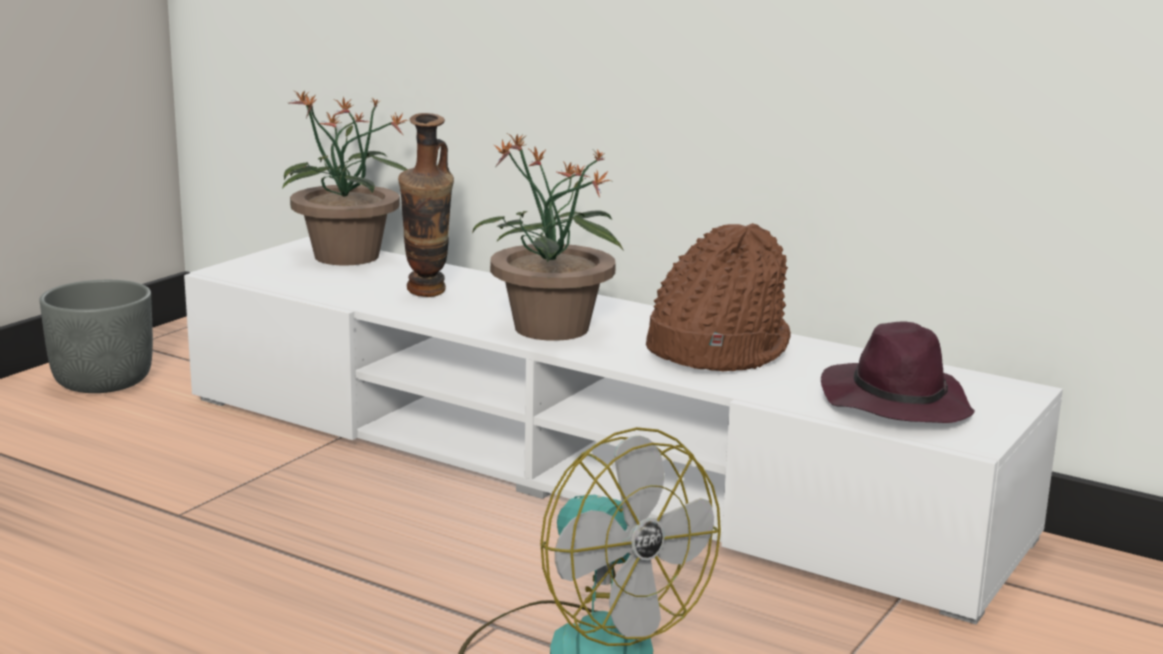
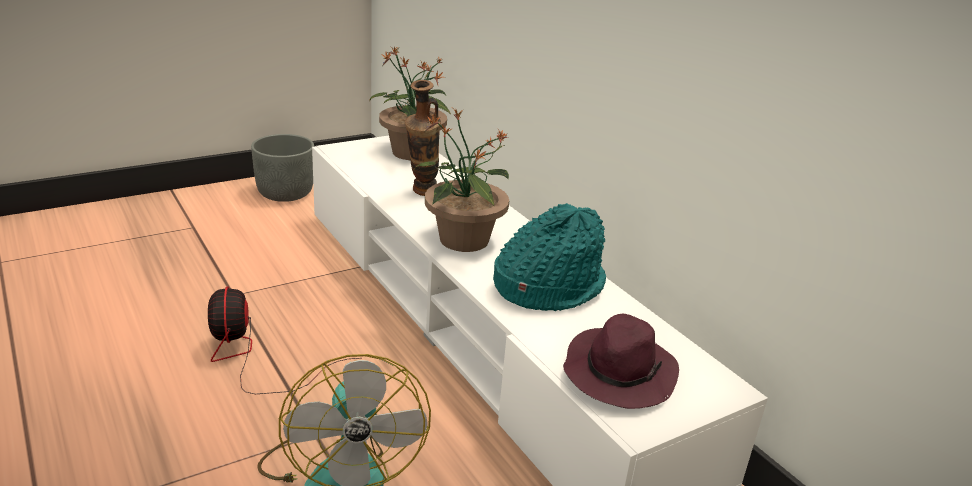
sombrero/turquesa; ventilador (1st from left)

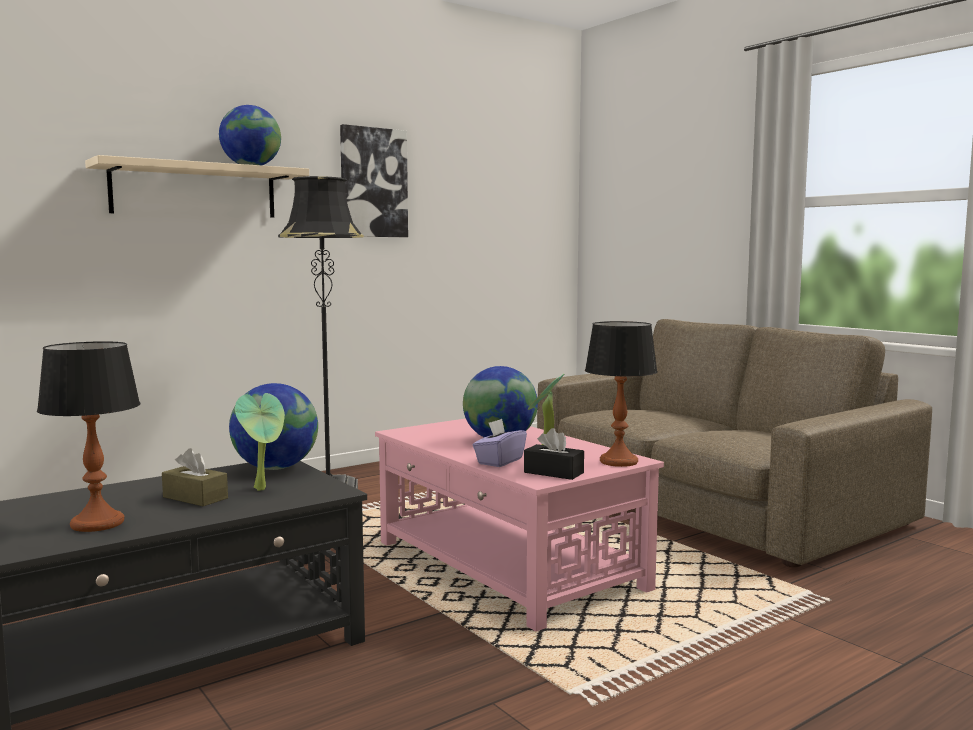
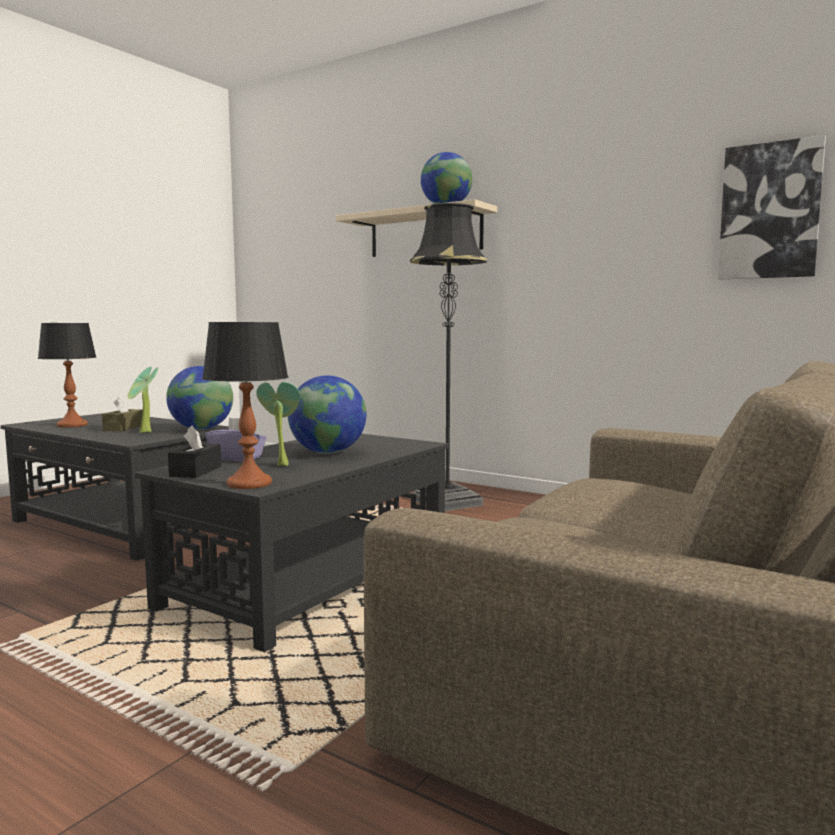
cuadro; mesa de centro/negro (2nd from left)

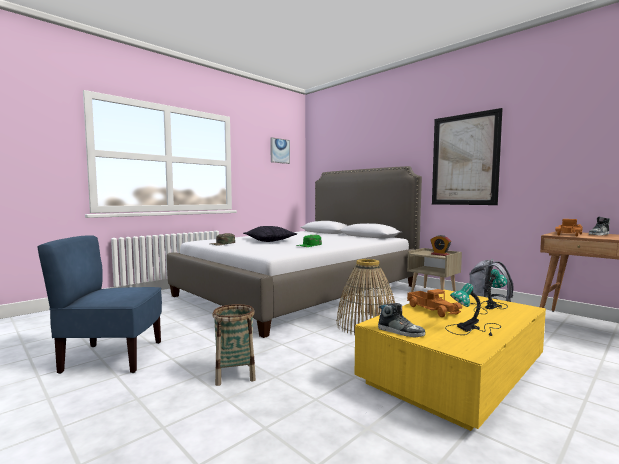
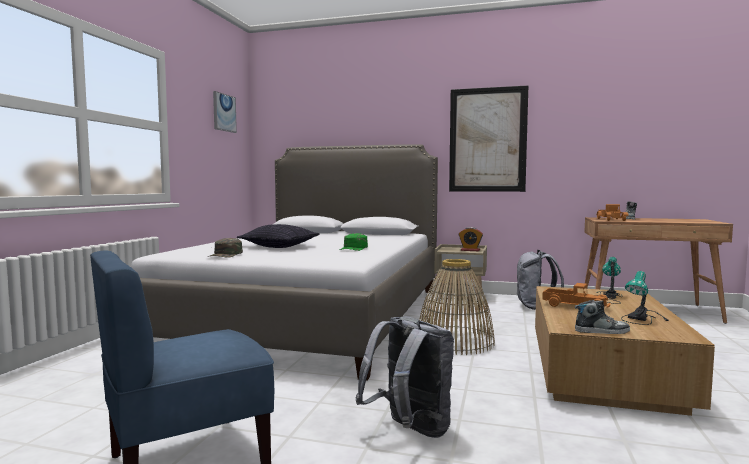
mesa de centro/marrón; mochila/gris (1st from left)

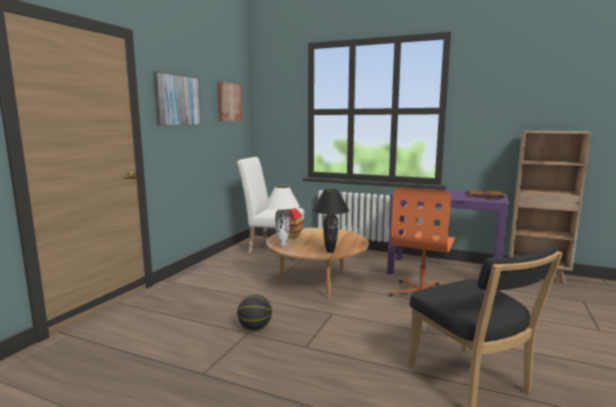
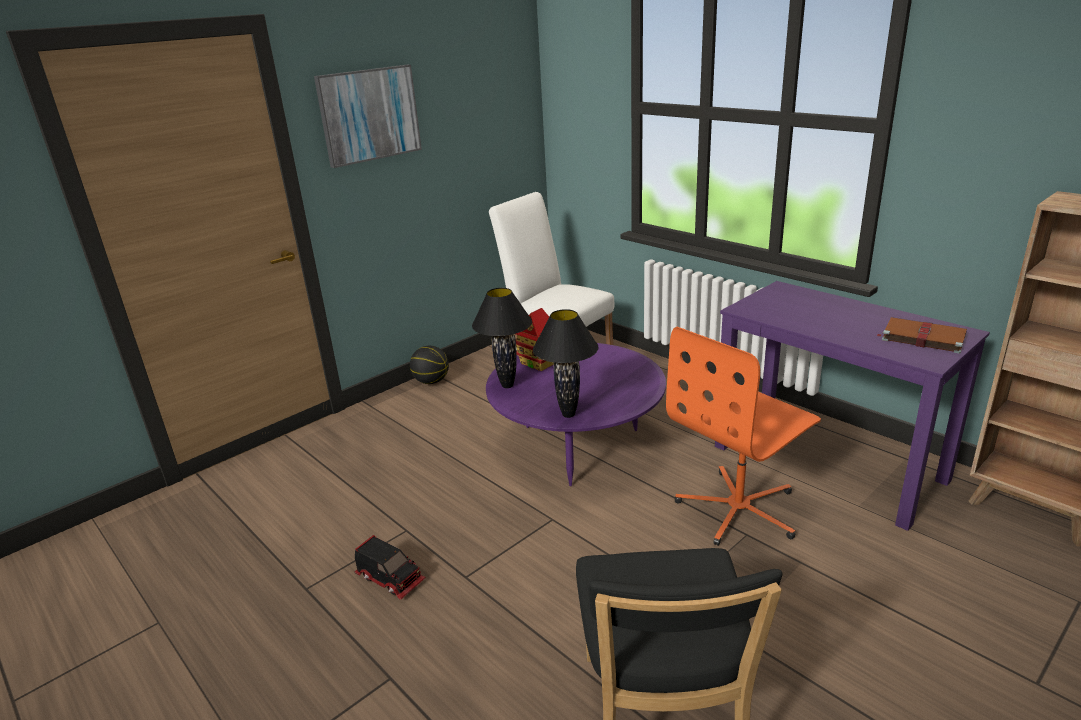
cuadro (2nd from left in the first image); lámpara de mesa/negro (1st from left); mesa de centro/morado; balón de baloncesto; camión de juguete

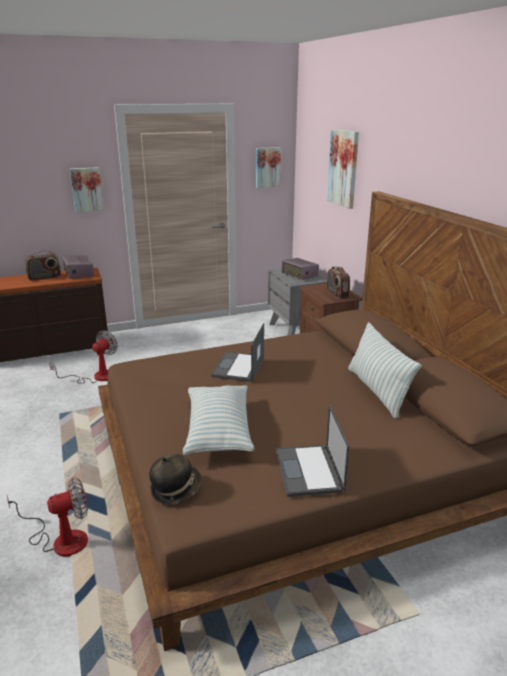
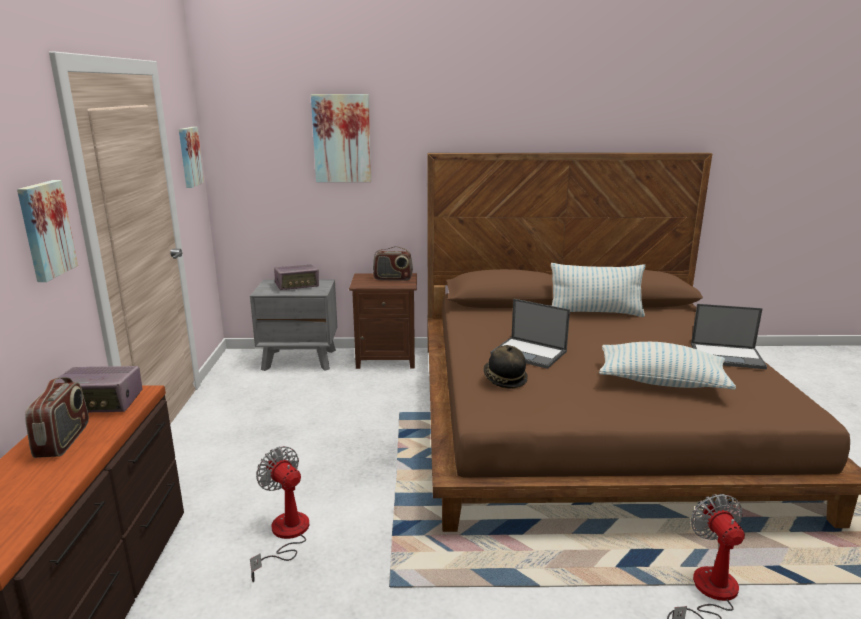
sombrero

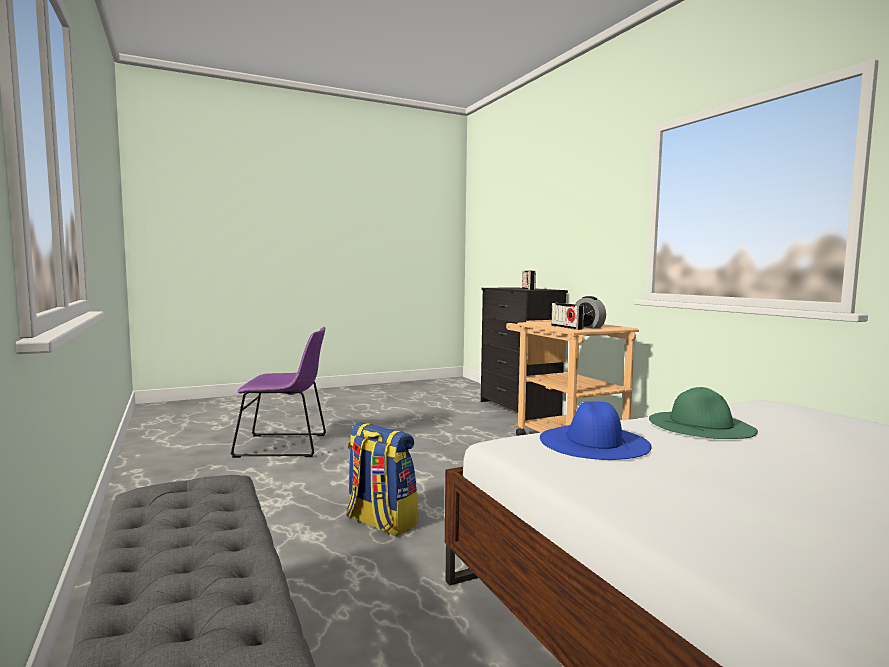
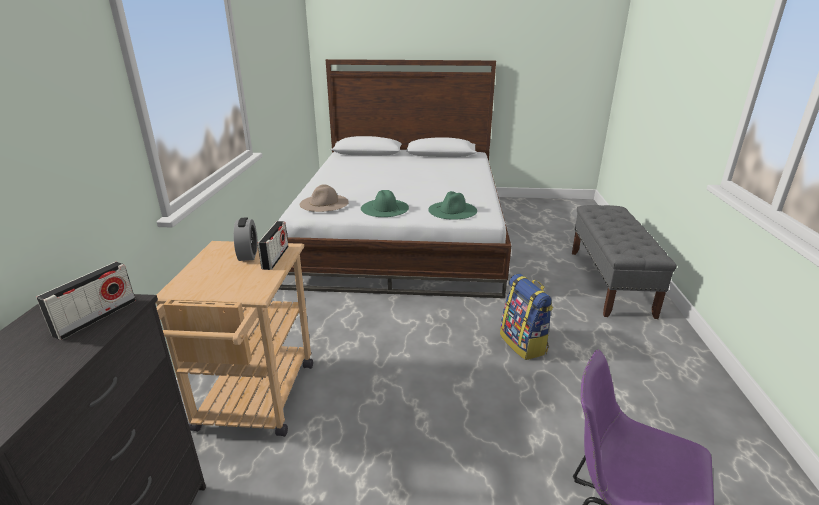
sombrero/verde (2nd from left); sombrero/beis

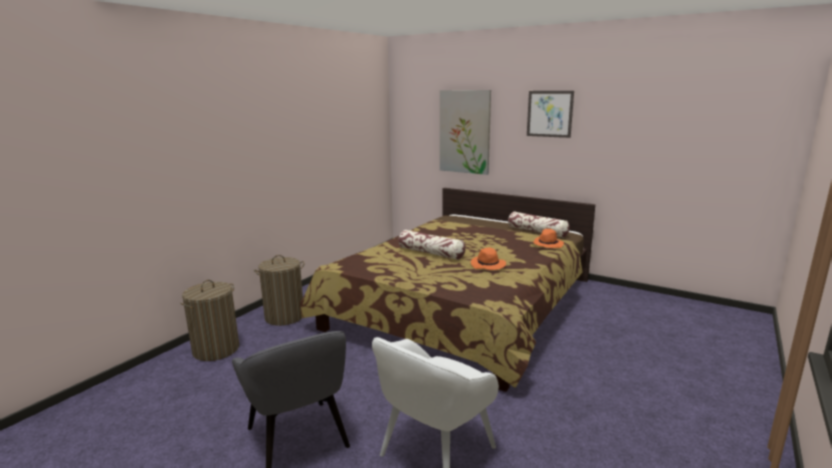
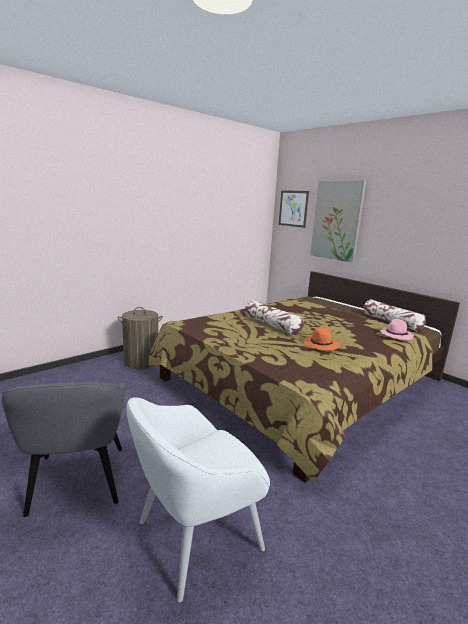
cuadro (1st from left); sombrero/rosa; cesto de la ropa (1st from left in the first image)

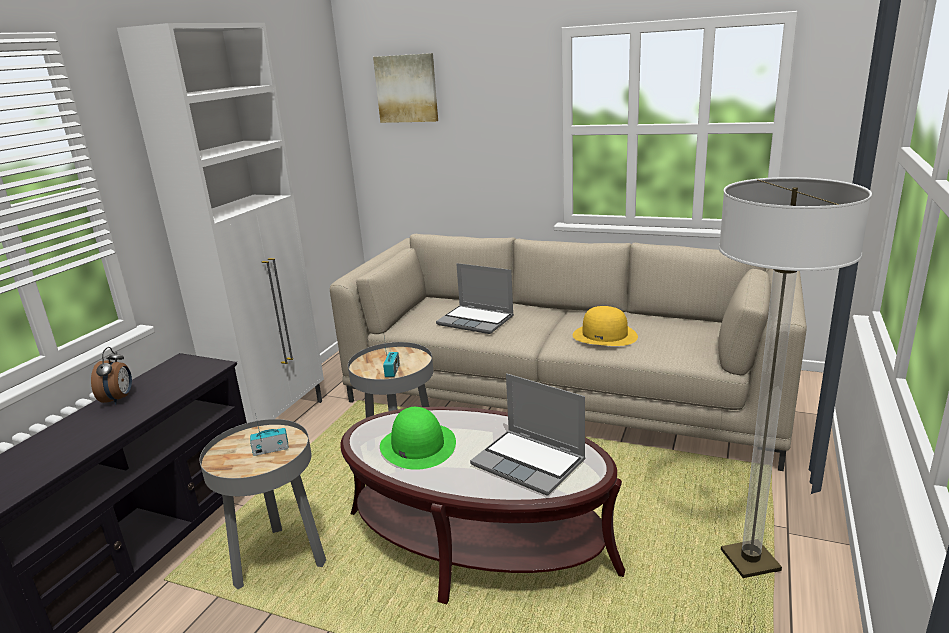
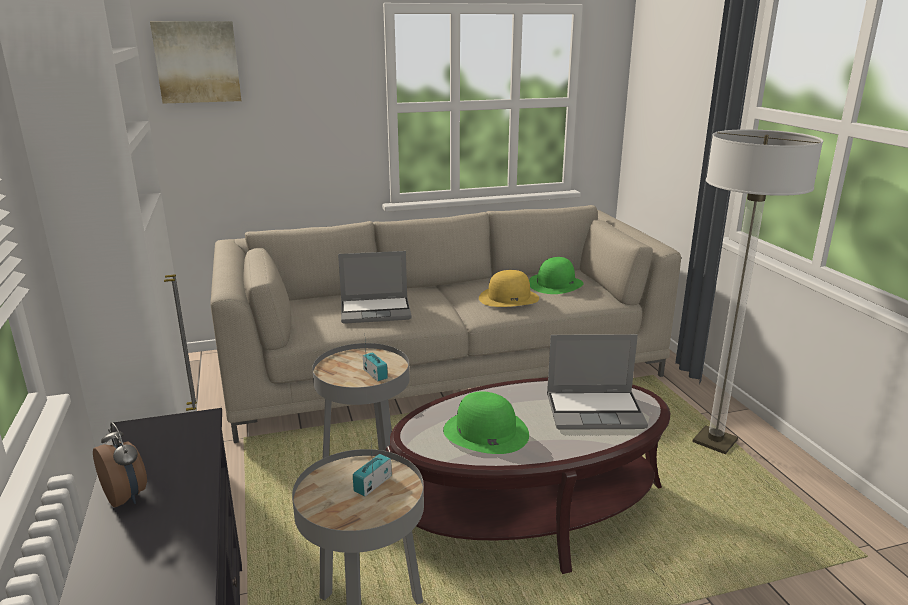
sombrero/verde (2nd from left)

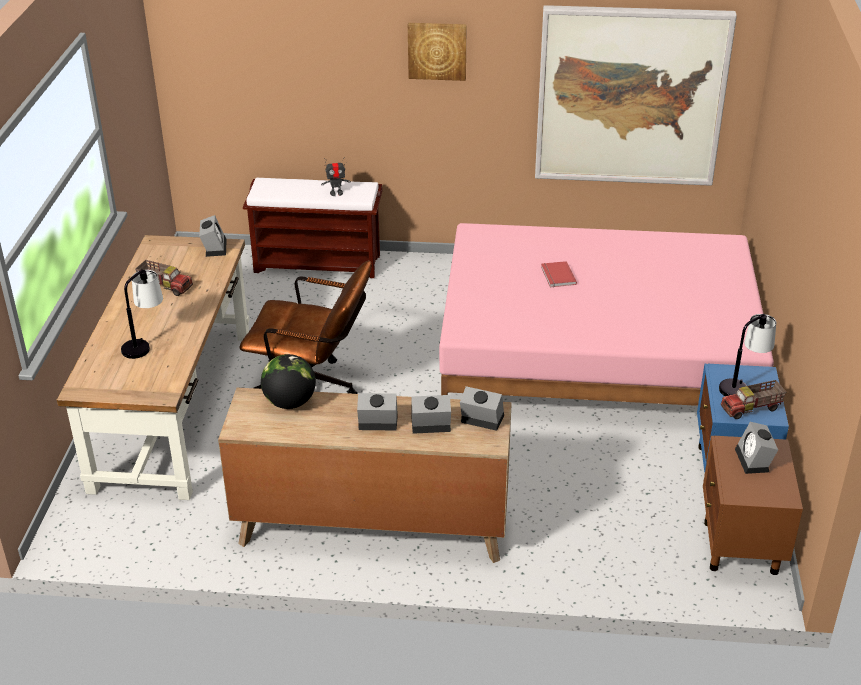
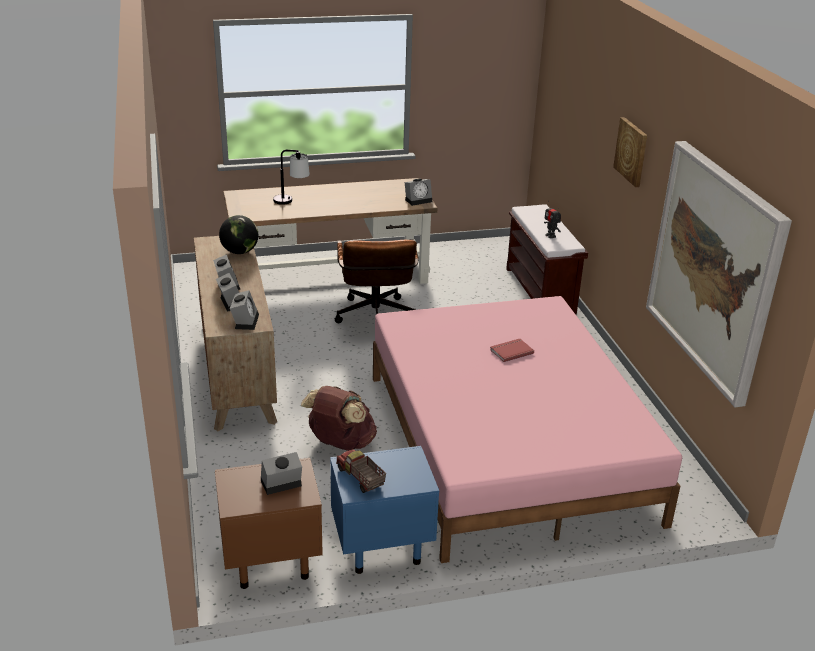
camión de juguete (1st from left in the first image); lámpara de mesa (2nd from left in the first image); mochila/marrón

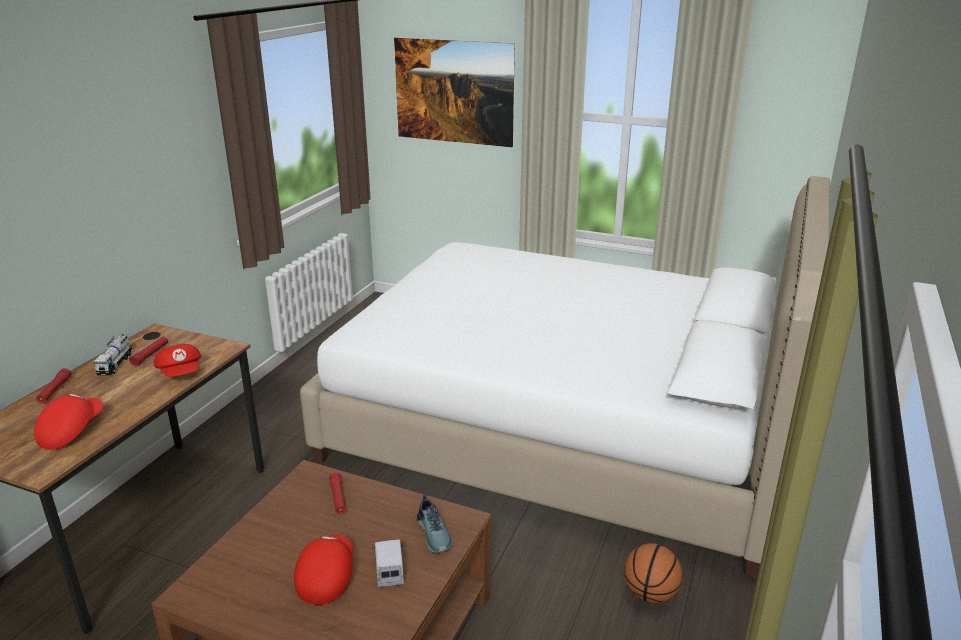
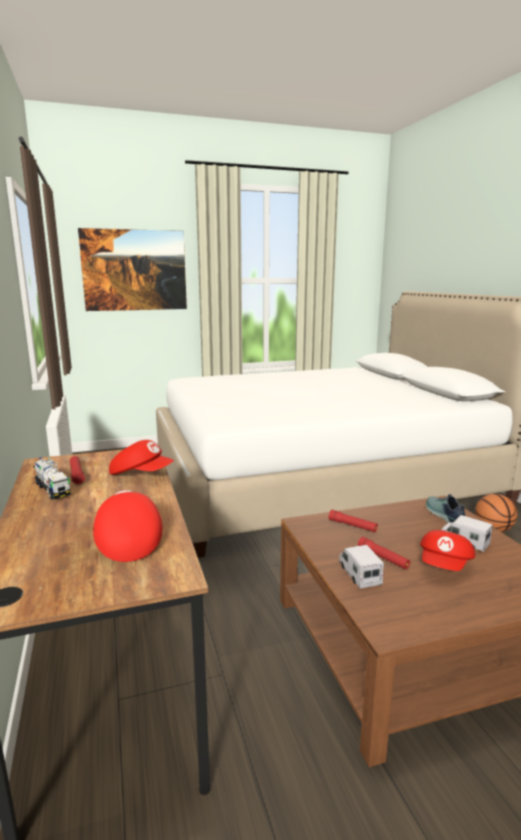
linterna/rojo (3rd from left); zapato; gorra/rojo (3rd from left); camión de juguete (2nd from left)

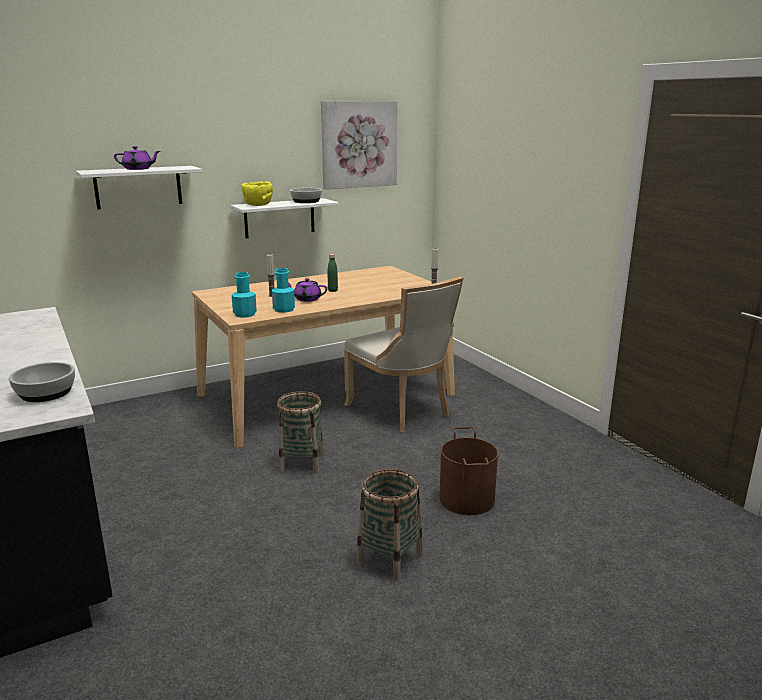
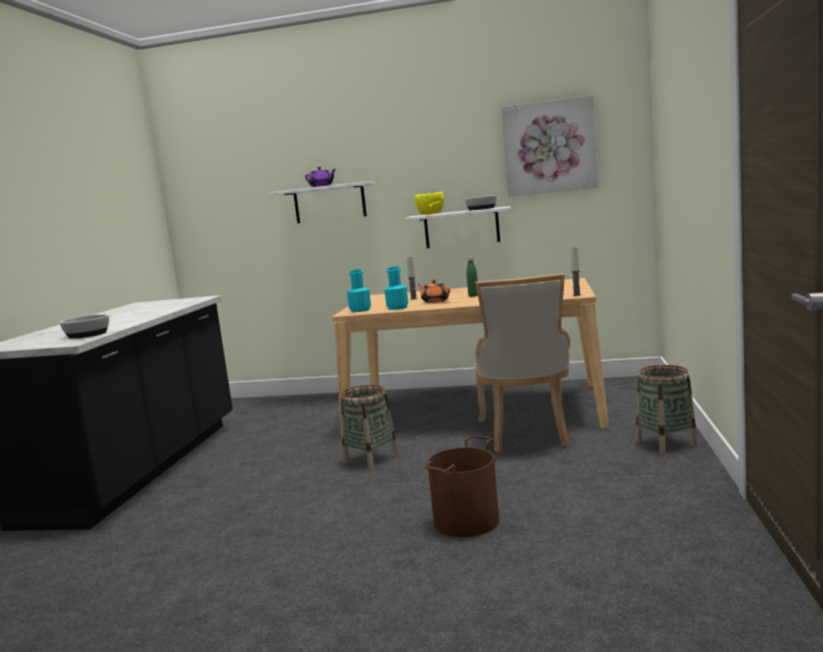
tetera/naranja; cesta (2nd from left)

